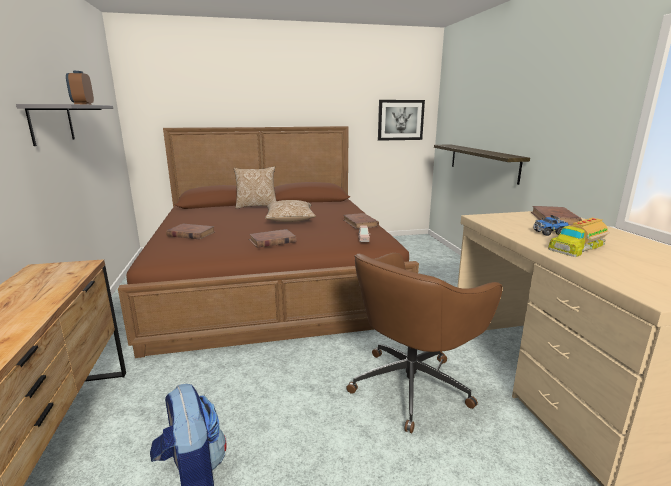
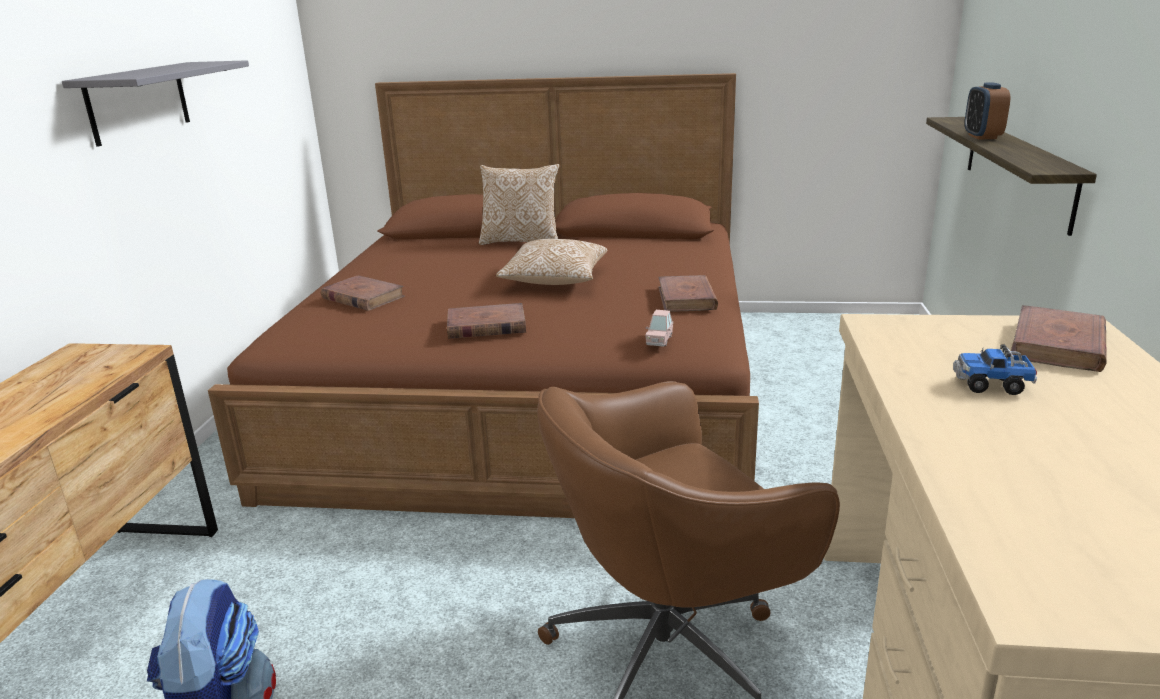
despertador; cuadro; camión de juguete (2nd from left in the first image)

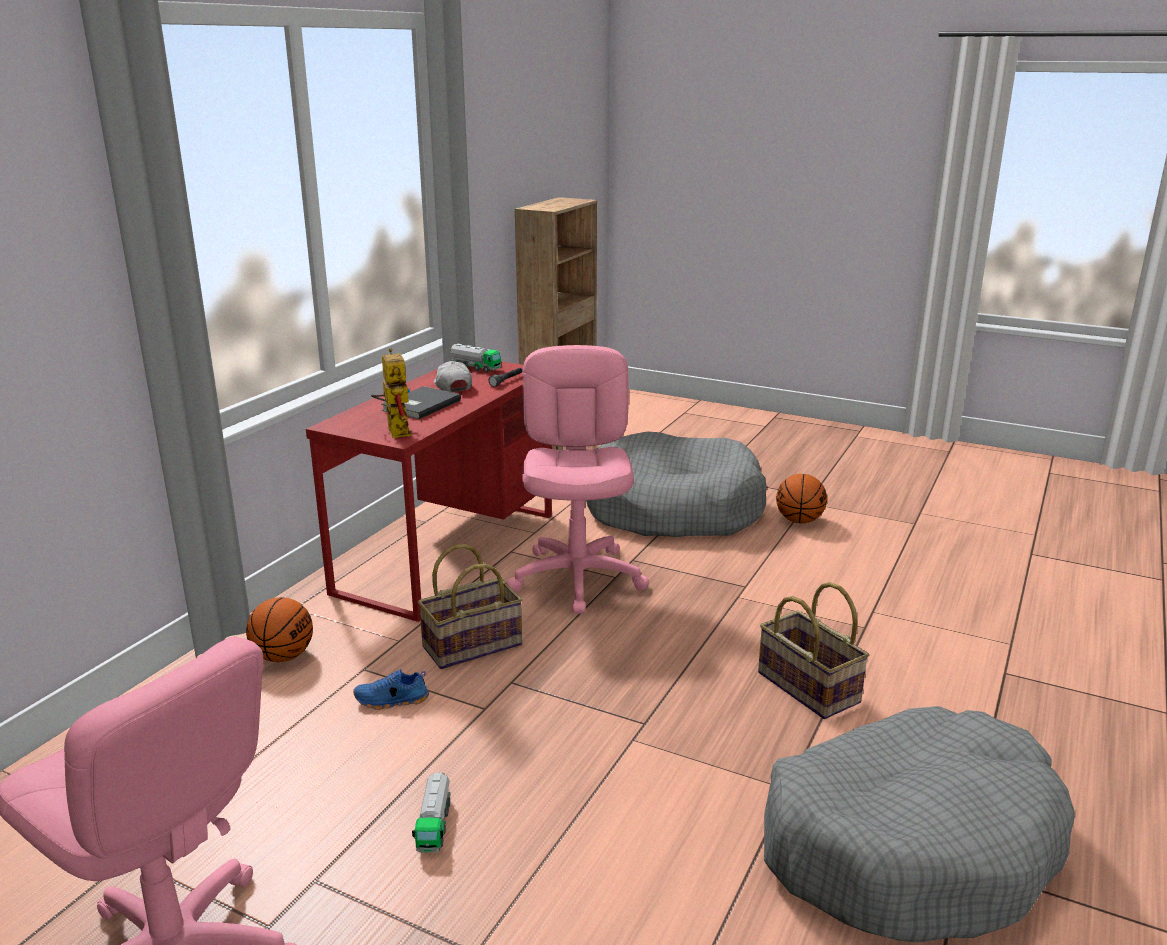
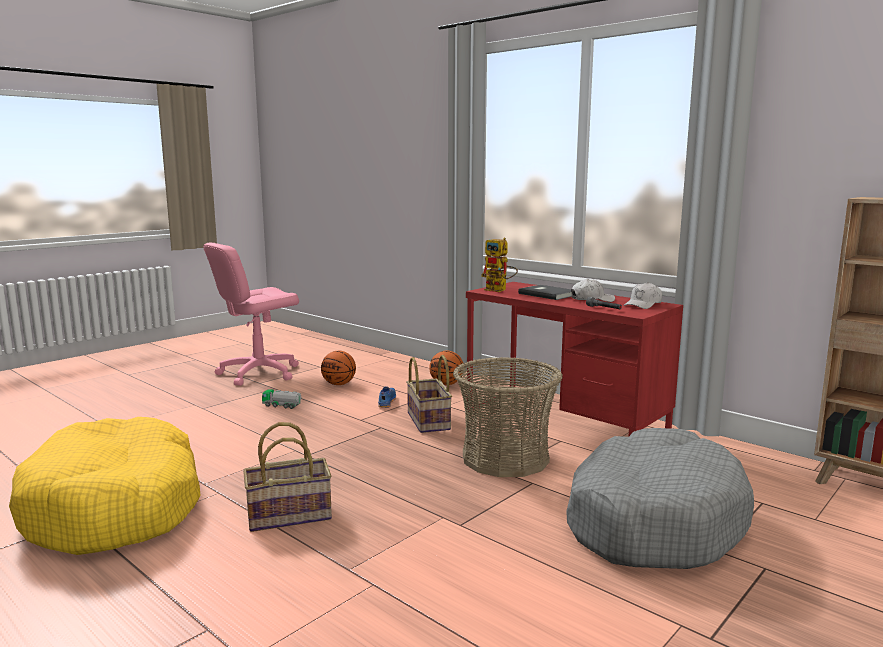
gorra/blanco (2nd from left); cesta (3rd from left); robot de juguete; balón de baloncesto (1st from left); cama para perro/amarillo

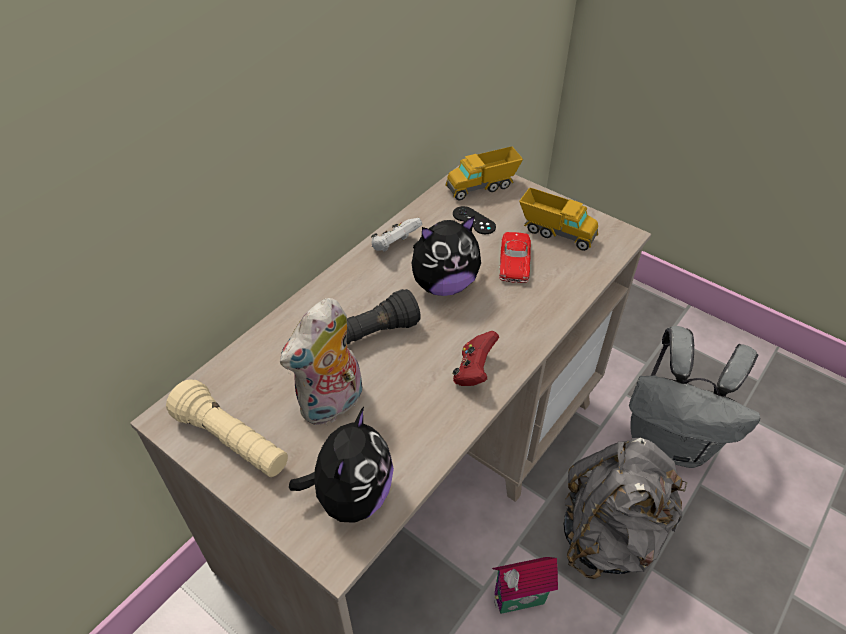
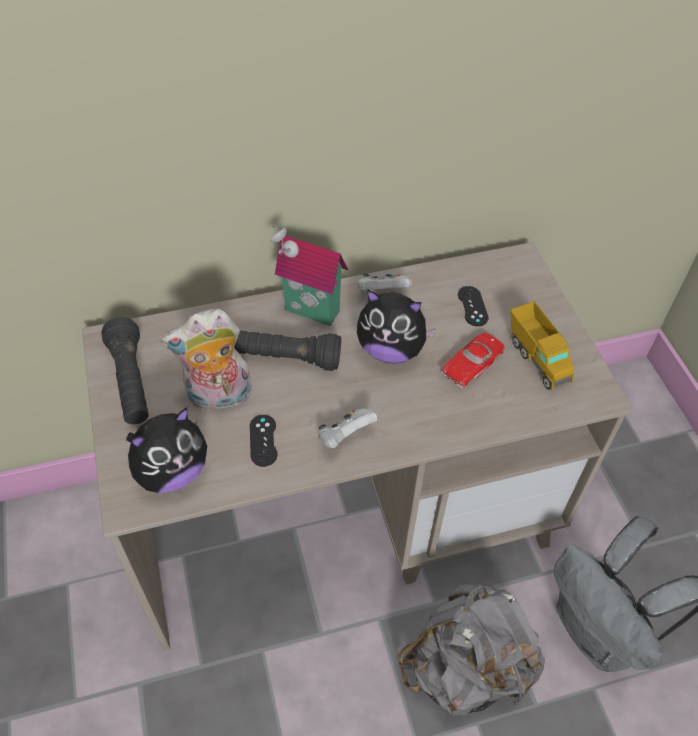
camión de juguete (1st from left in the first image); mando de consola/blanco (1st from left); linterna/negro (1st from left); casita; mando de consola/negro (1st from left)

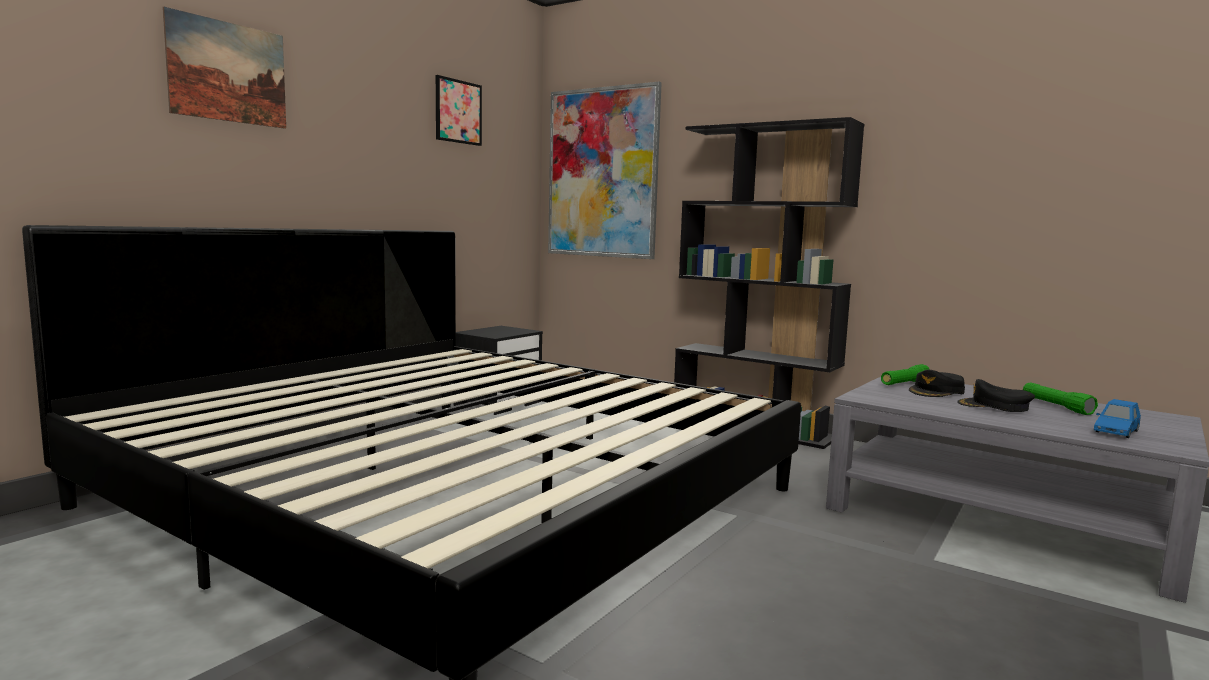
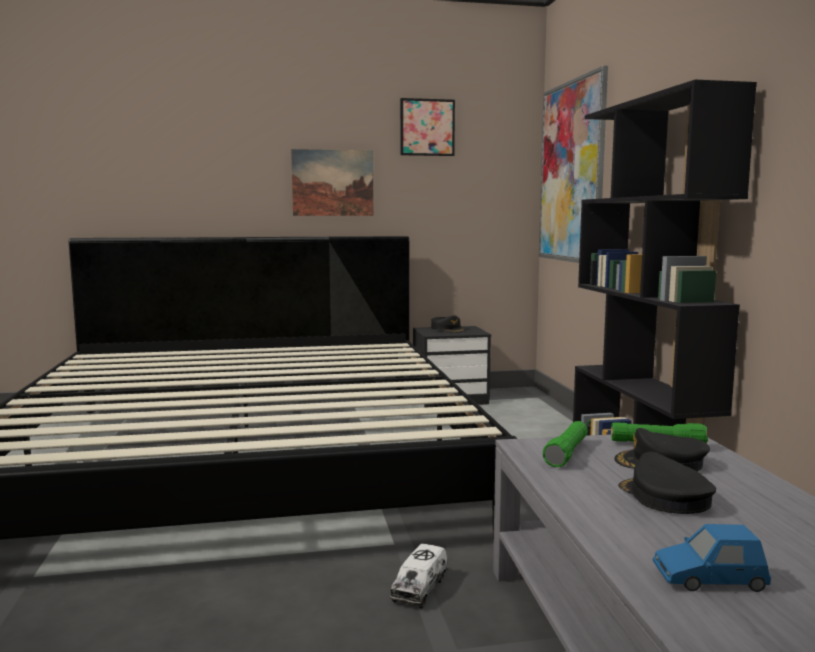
cuadro (1st from left); linterna/verde (1st from left); gorra/negro (1st from left); camión de juguete

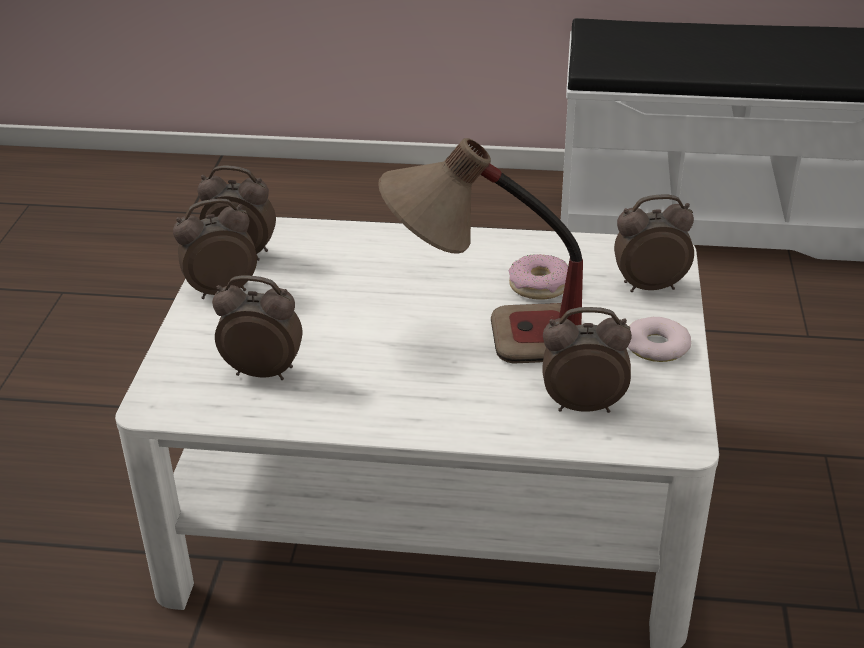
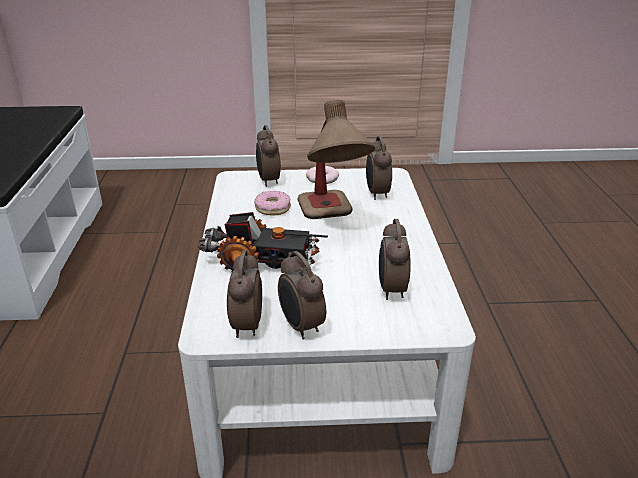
camión de juguete

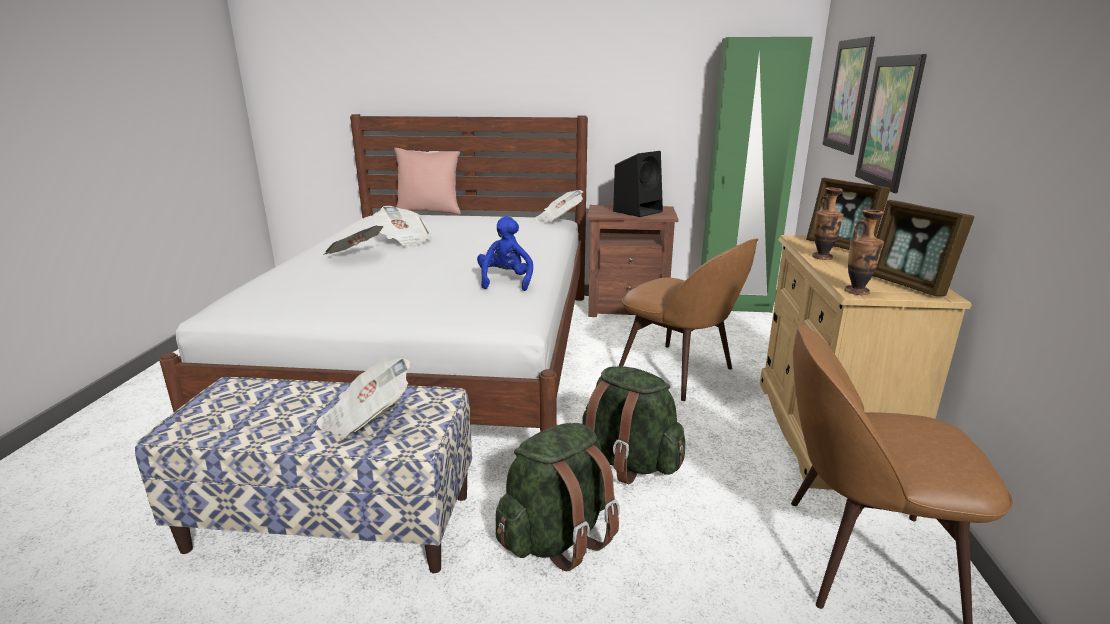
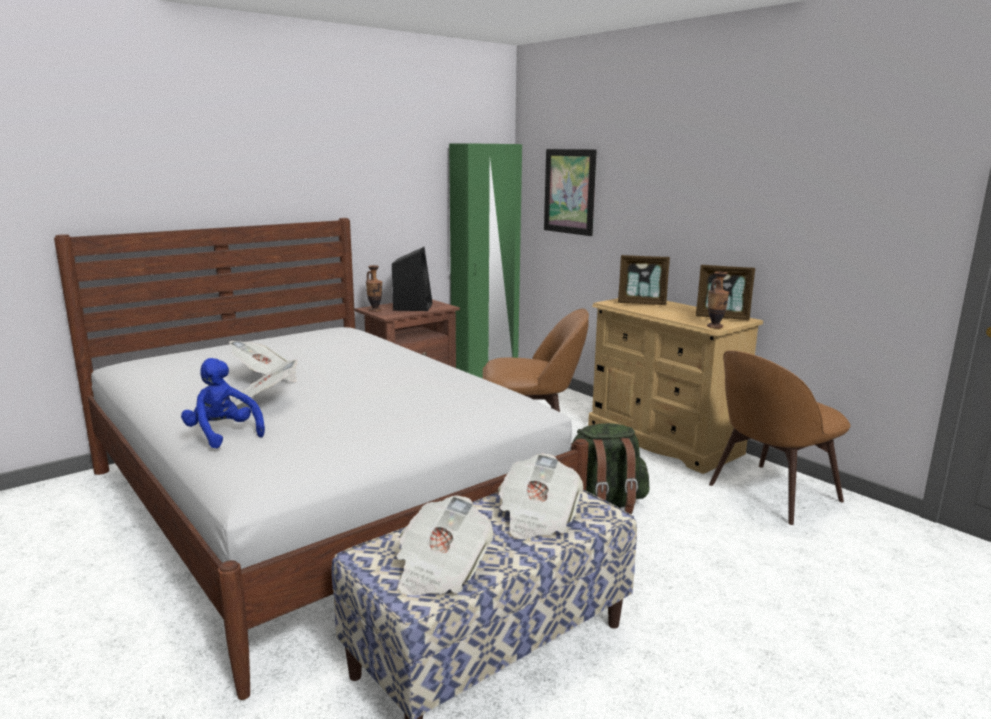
cuadro (2nd from left in the first image); cojín/rosa; florero (1st from left); periódico (3rd from left); peluche/azul; mochila/verde (1st from left in the first image)

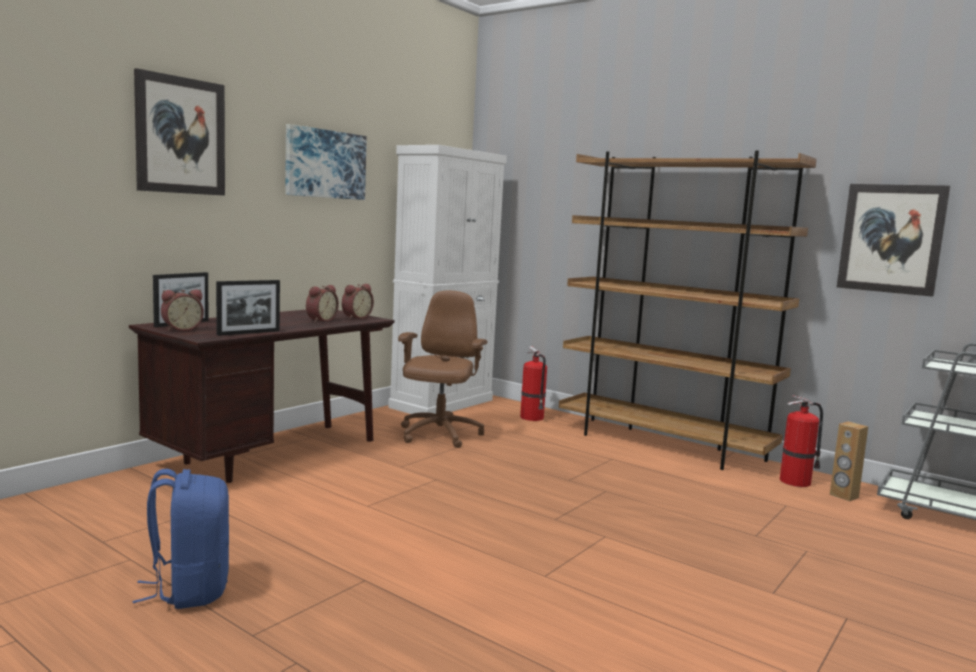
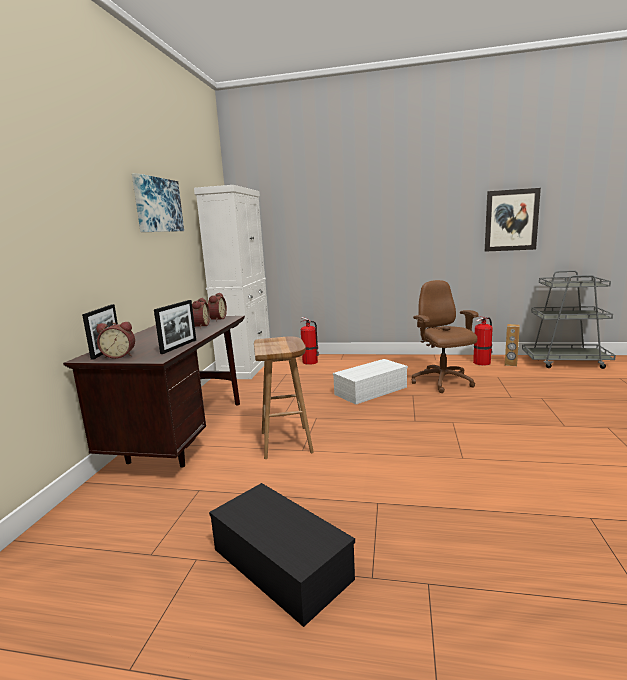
cuadro (1st from left in the first image); estantería/marrón; despertador (1st from left); silla de oficina/marrón; caja de almacenaje/negro; taburete/marrón; caja de almacenaje/blanco

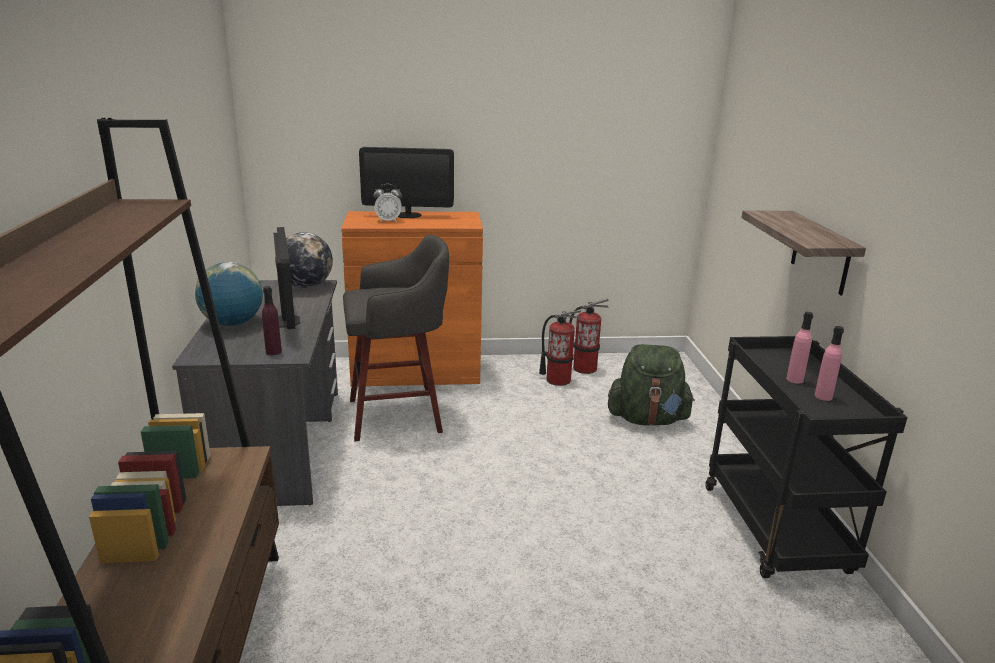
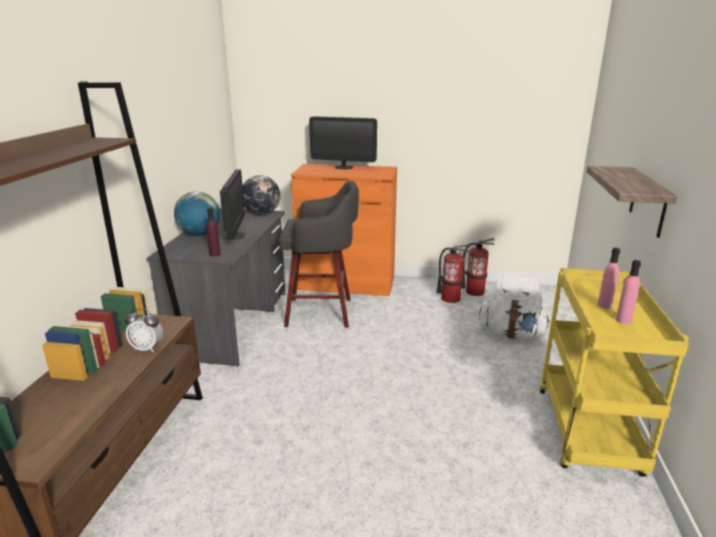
despertador; carrito/amarillo; mochila/blanco

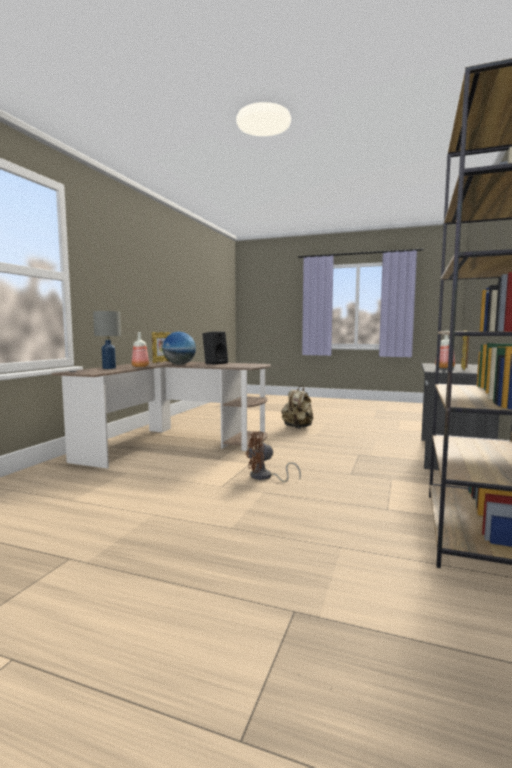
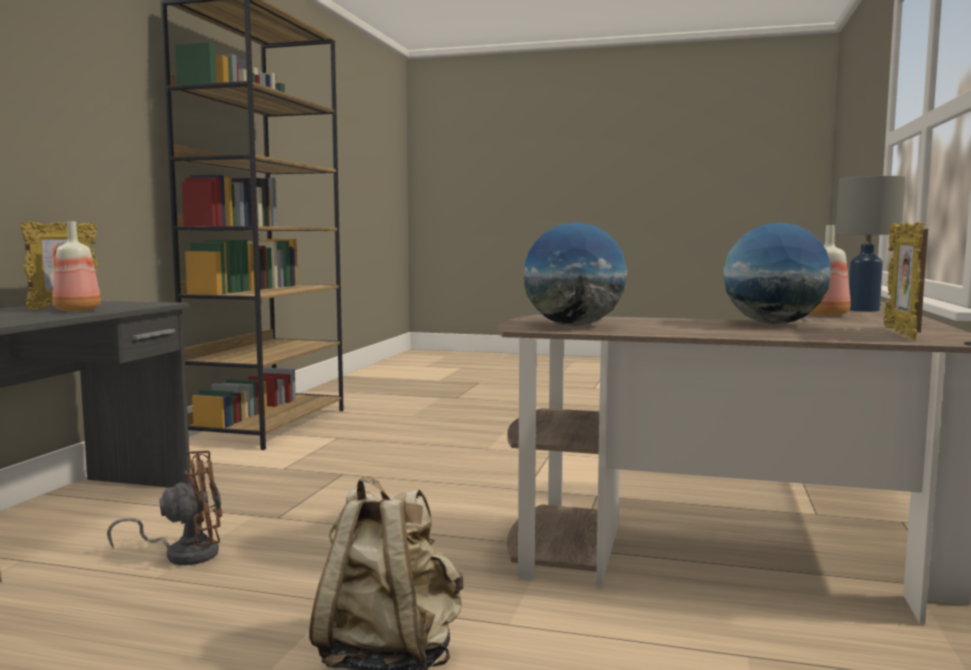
altavoz/negro; ventilador/marrón; globo terráqueo (1st from left)

